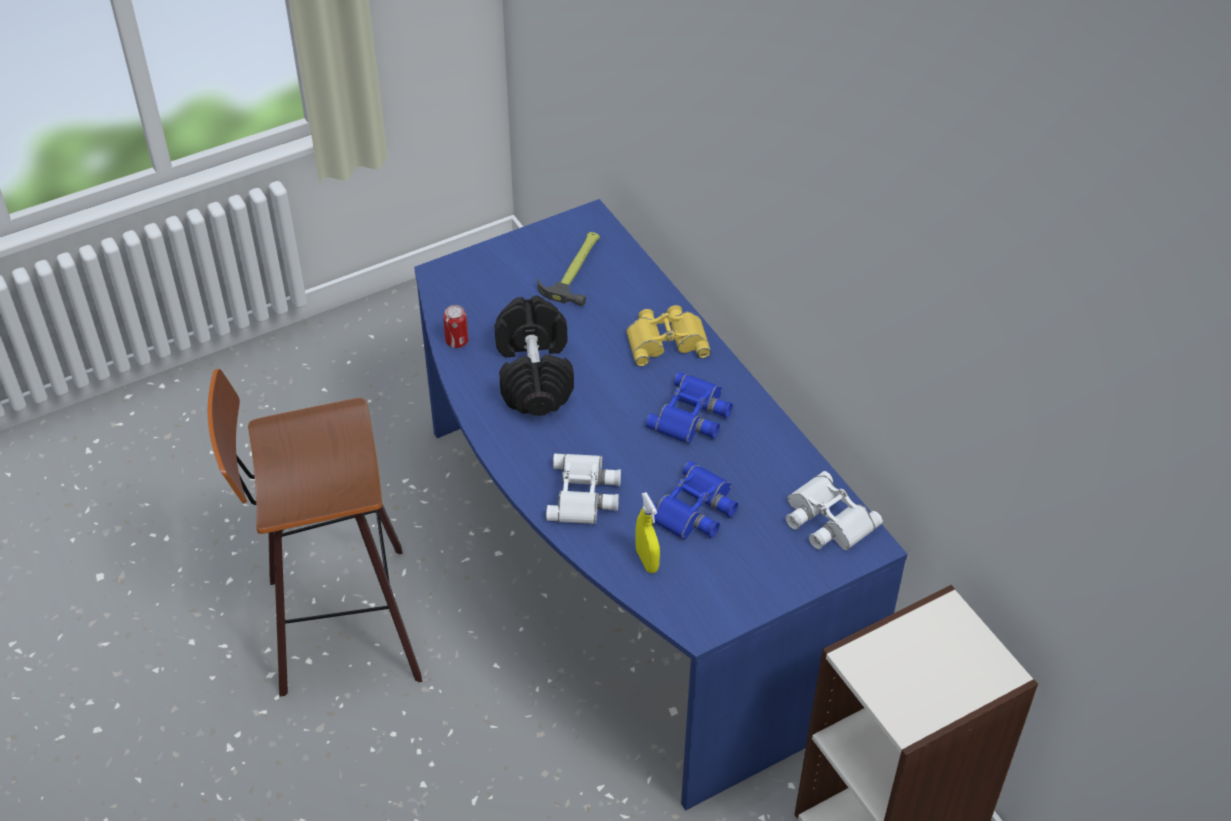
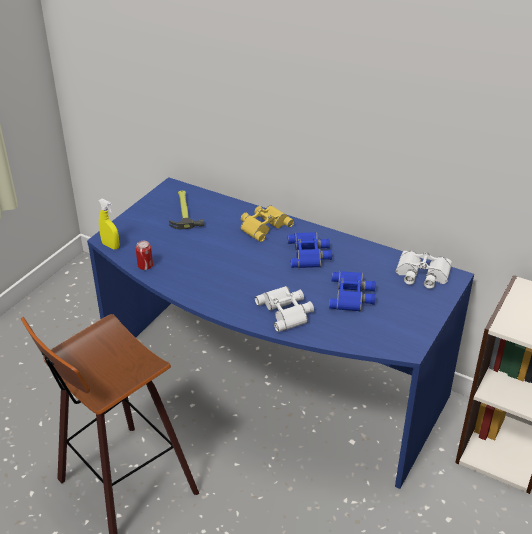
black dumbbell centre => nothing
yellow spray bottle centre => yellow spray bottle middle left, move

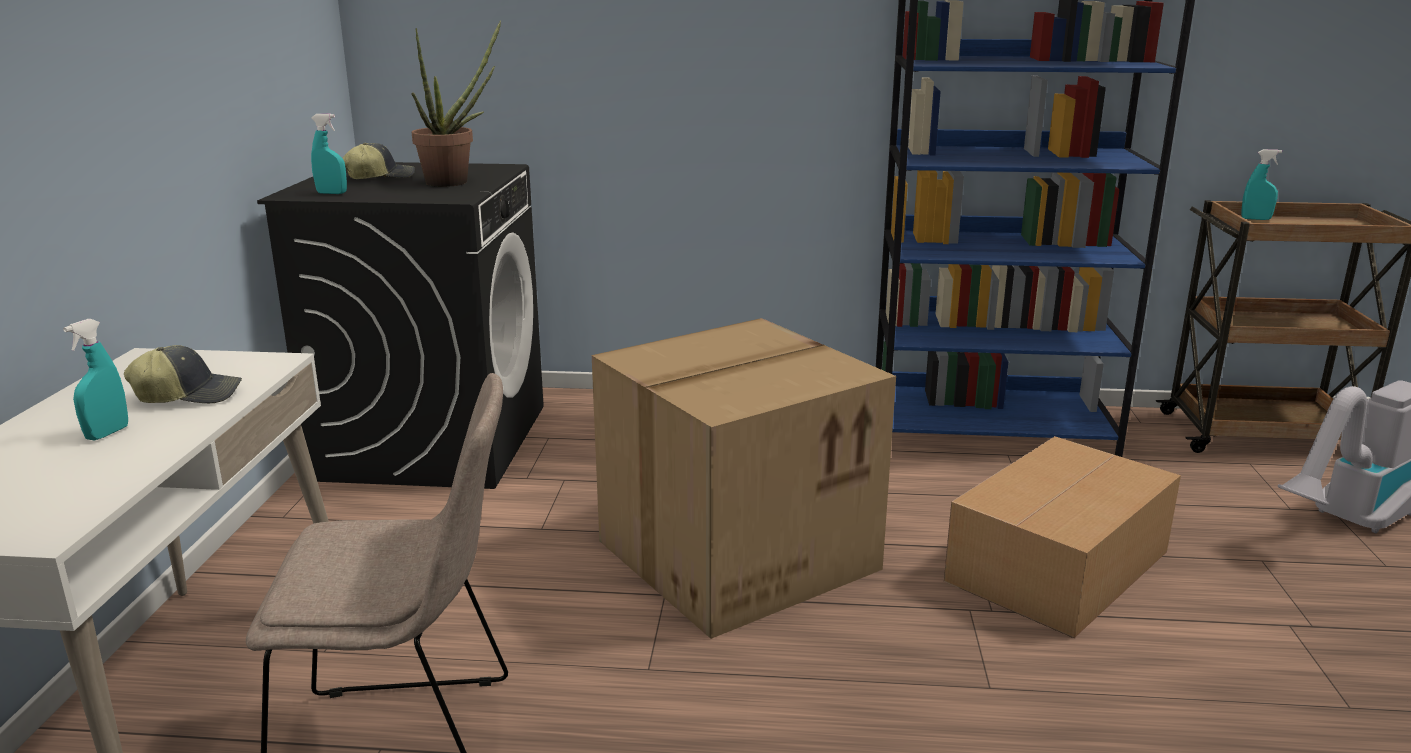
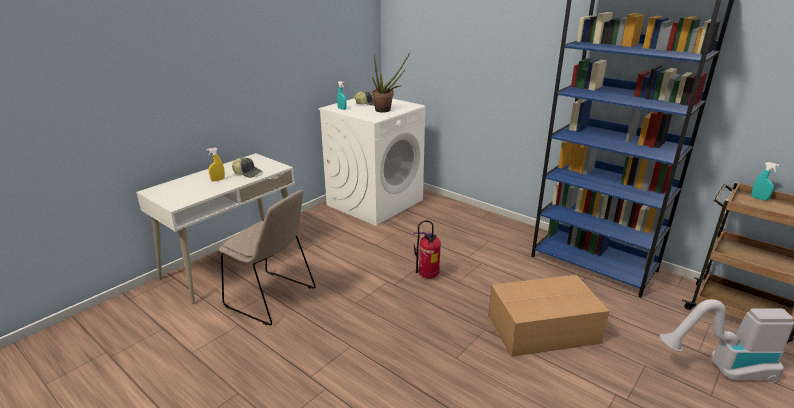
turquoise spray bottle (1st from left) middle left => yellow spray bottle middle left
black washing machine middle left => white washing machine centre
cardboard box (1st from left) centre => fire extinguisher centre

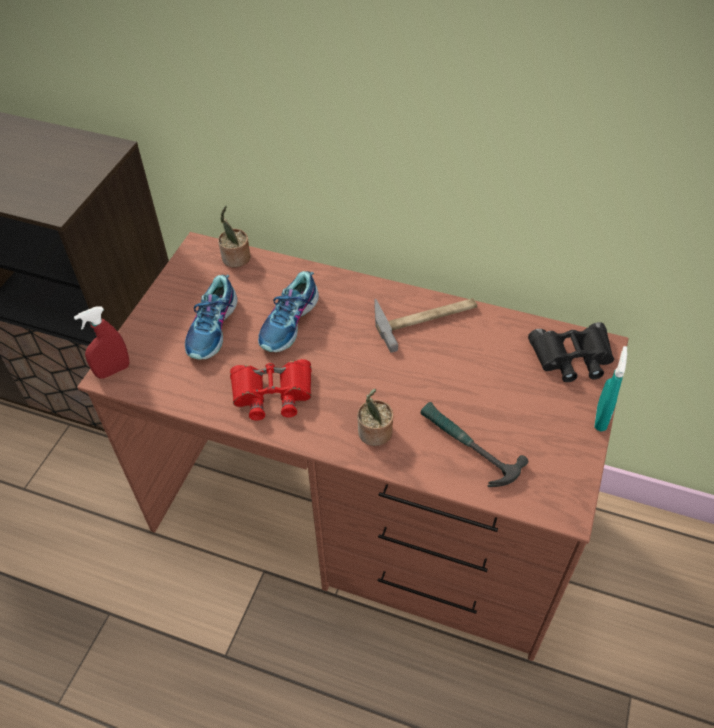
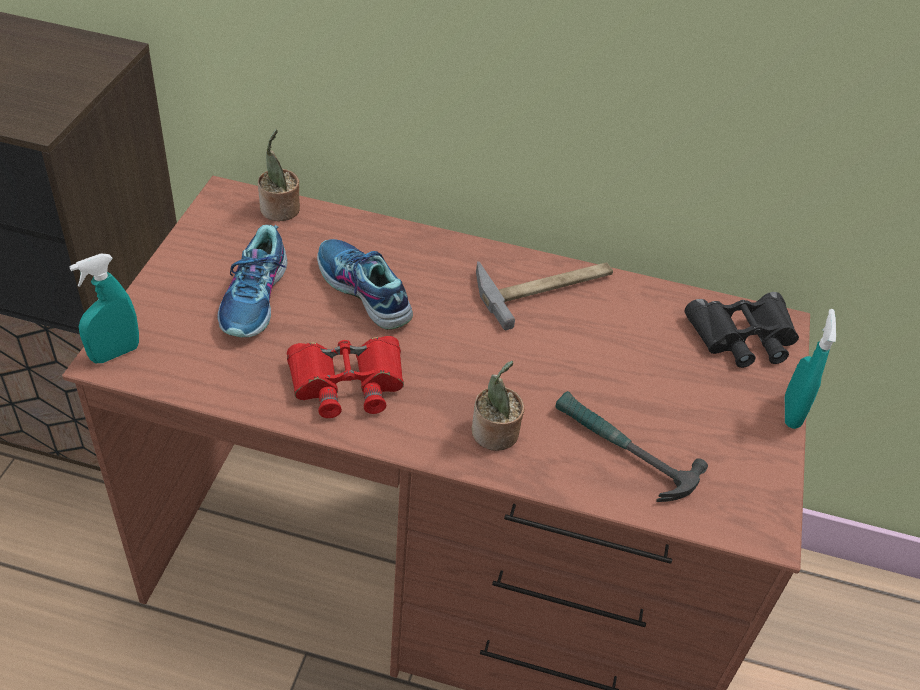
red spray bottle middle left => turquoise spray bottle (1st from left) middle left
shoe (2nd from left) centre, 120 degrees clockwise

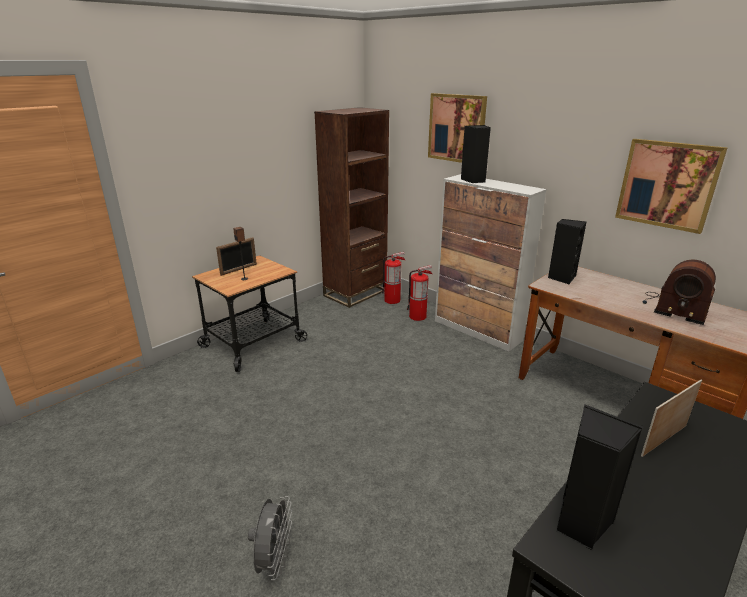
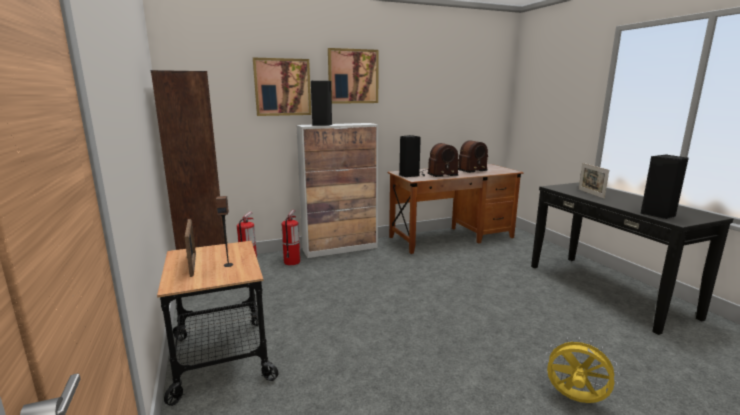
grey fan bottom centre => yellow fan bottom right
picture (2nd from left) top right => picture (2nd from left) top centre, move
nothing => radio (1st from left) centre

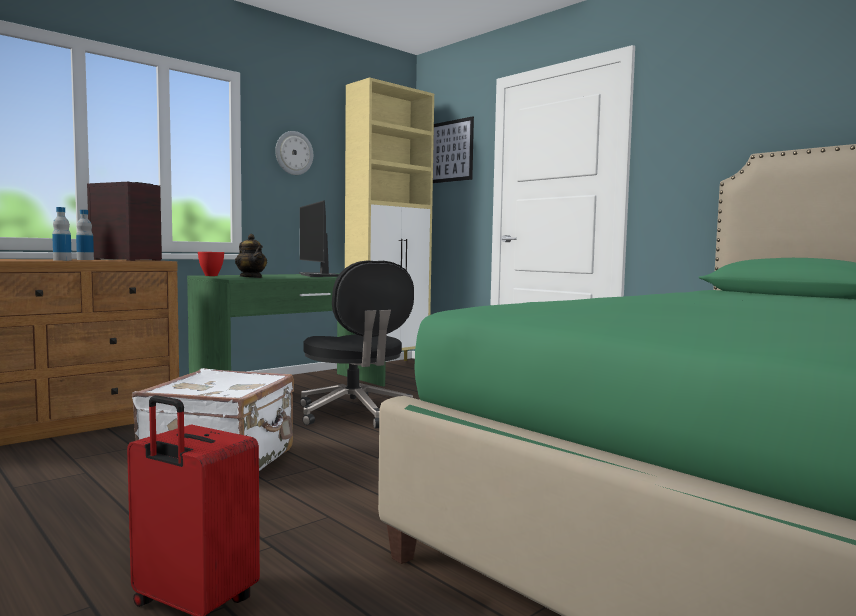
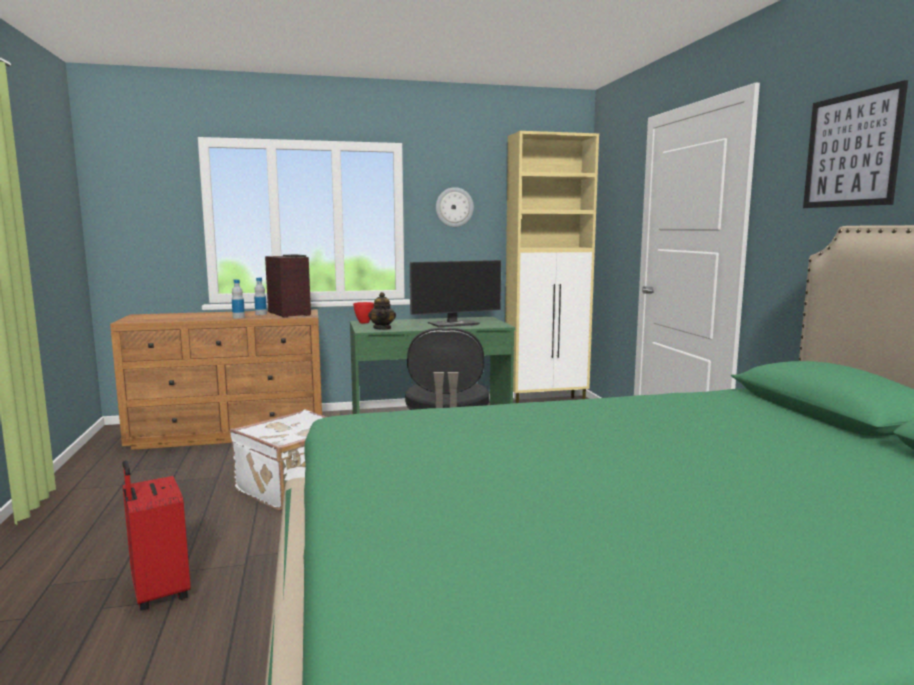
monitor centre, 120 degrees counterclockwise
picture top centre => picture top right, move

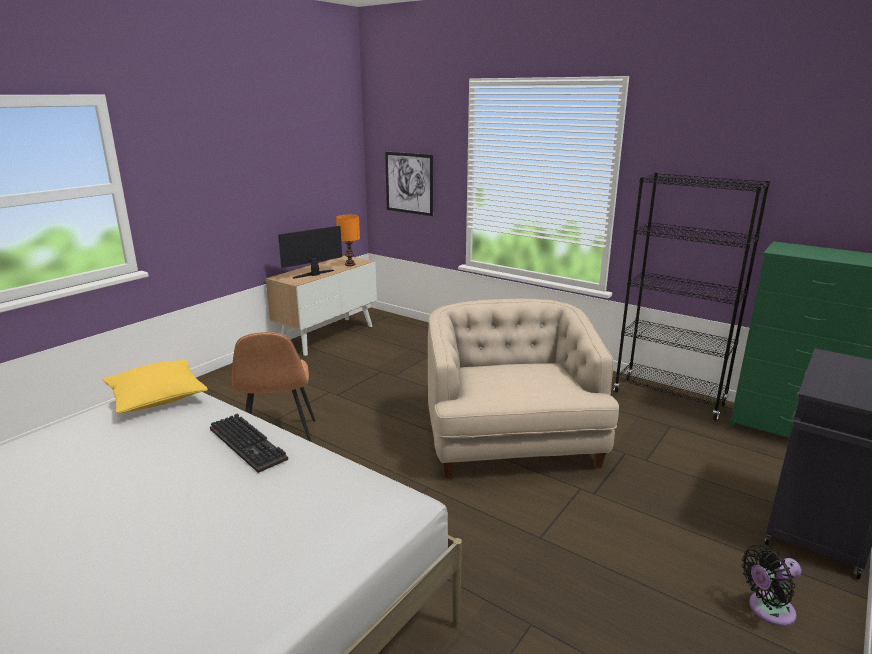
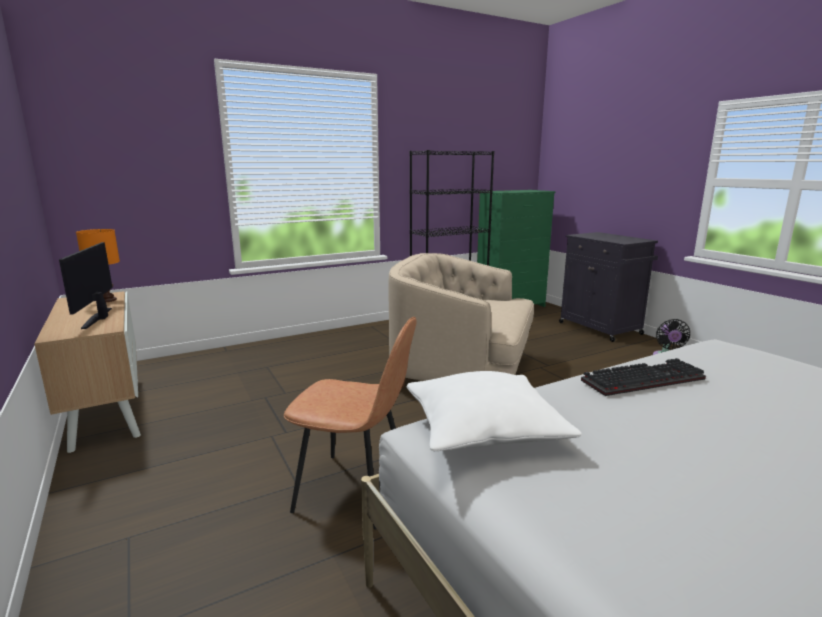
yellow pillow middle left => white pillow centre
picture top centre => nothing

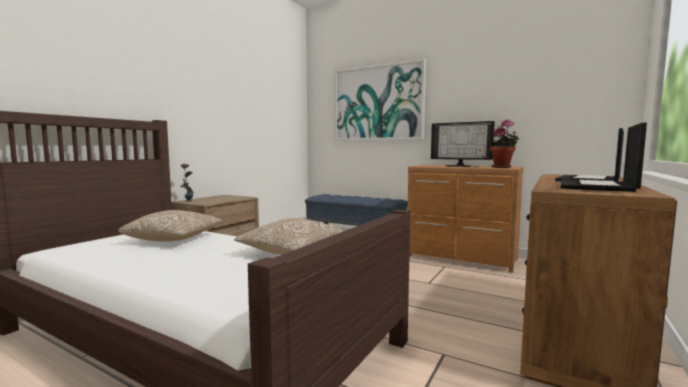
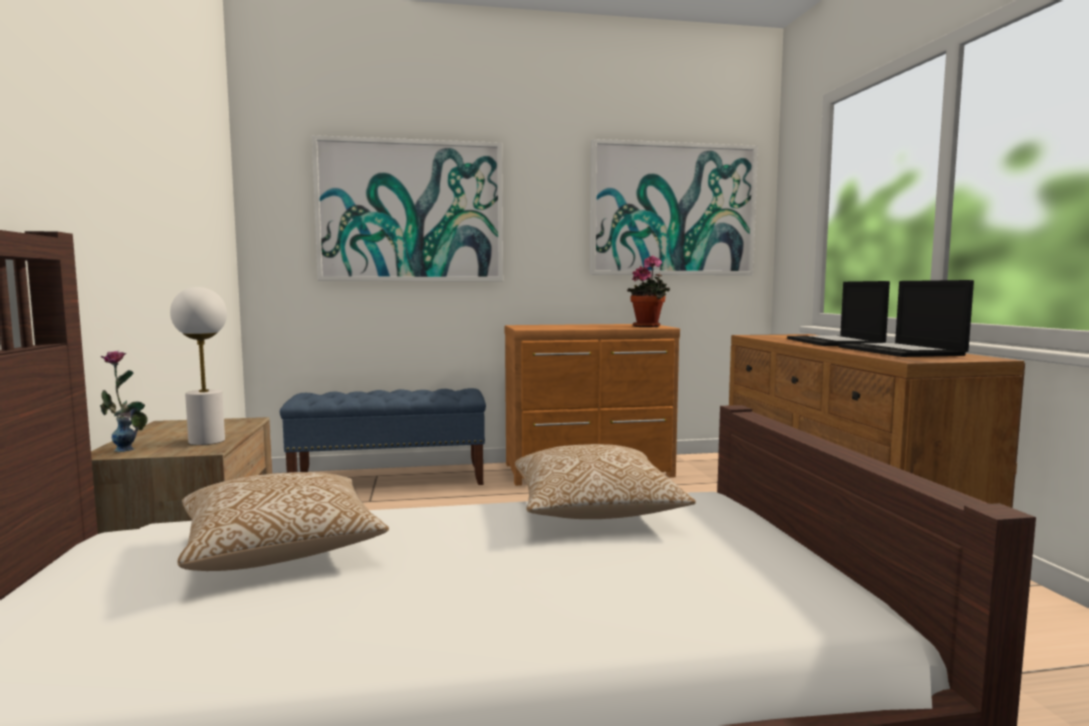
monitor middle right => nothing
nothing => white table lamp middle left
nothing => picture (2nd from left) top centre

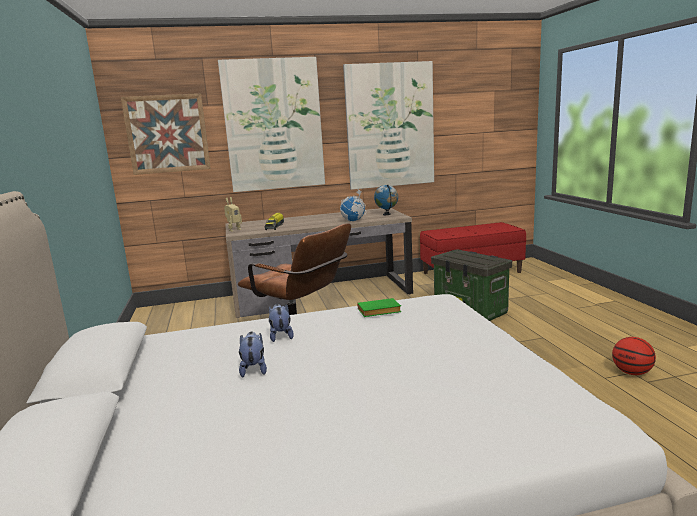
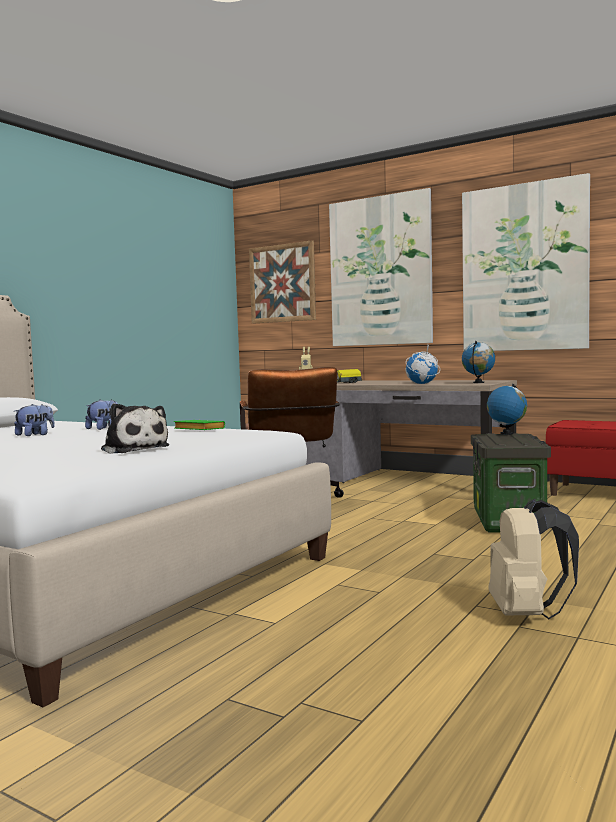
basketball bottom right => beige backpack bottom right
nothing => plush toy (3rd from left) middle left
nothing => globe (3rd from left) middle right

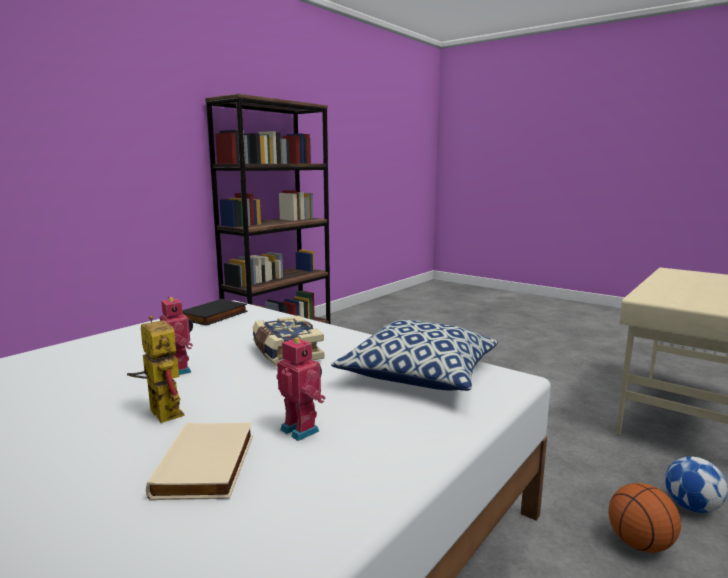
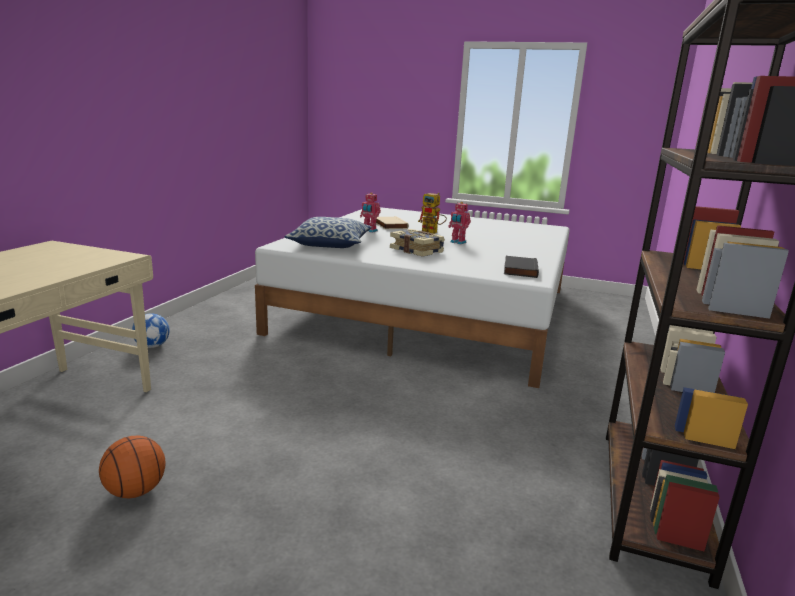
basketball bottom right => basketball bottom left, move

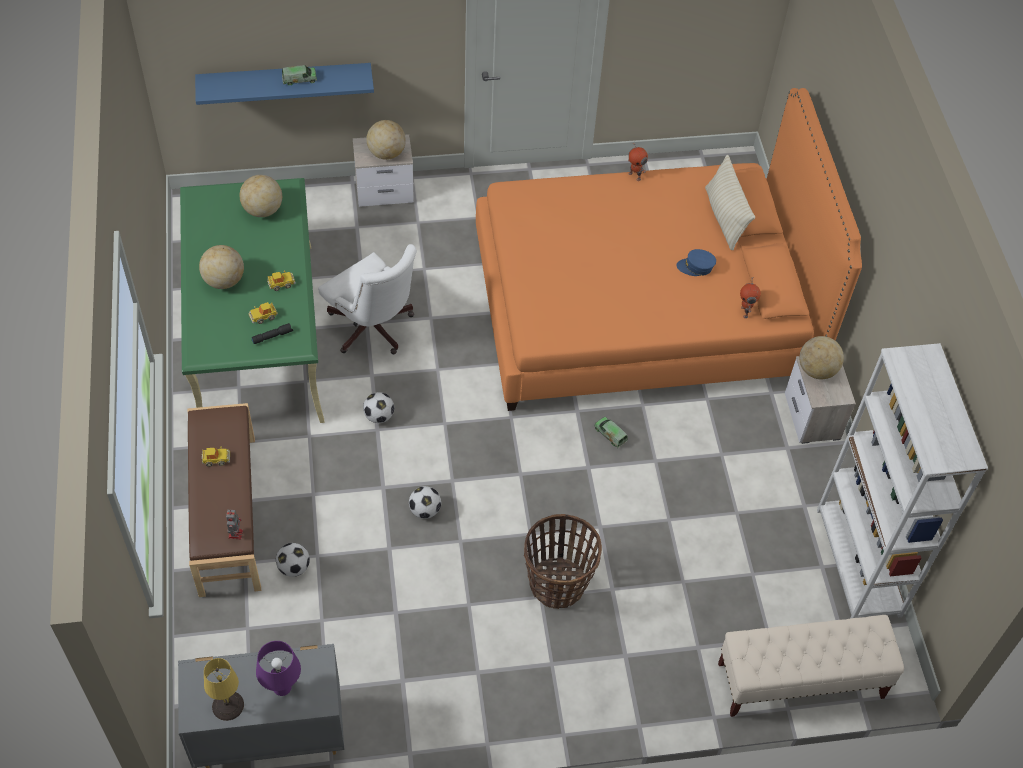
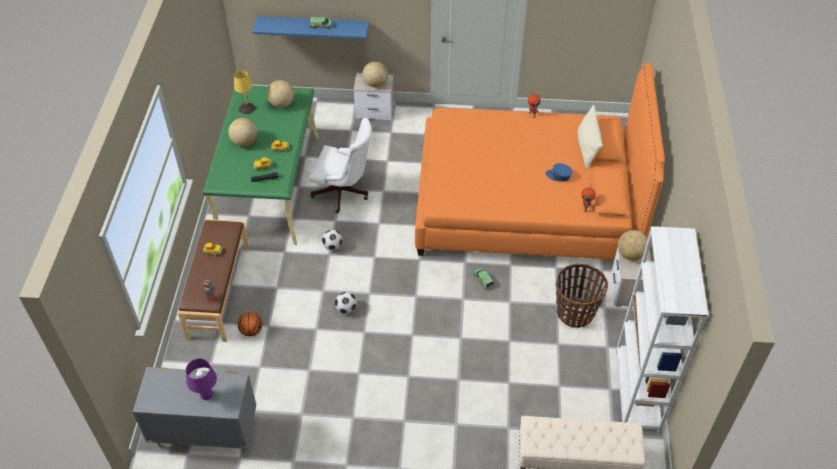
yellow table lamp bottom left => yellow table lamp top left, move
football (1st from left) bottom left => basketball bottom left
white office chair centre, 45 degrees counterclockwise
basket bottom centre => basket middle right, move

